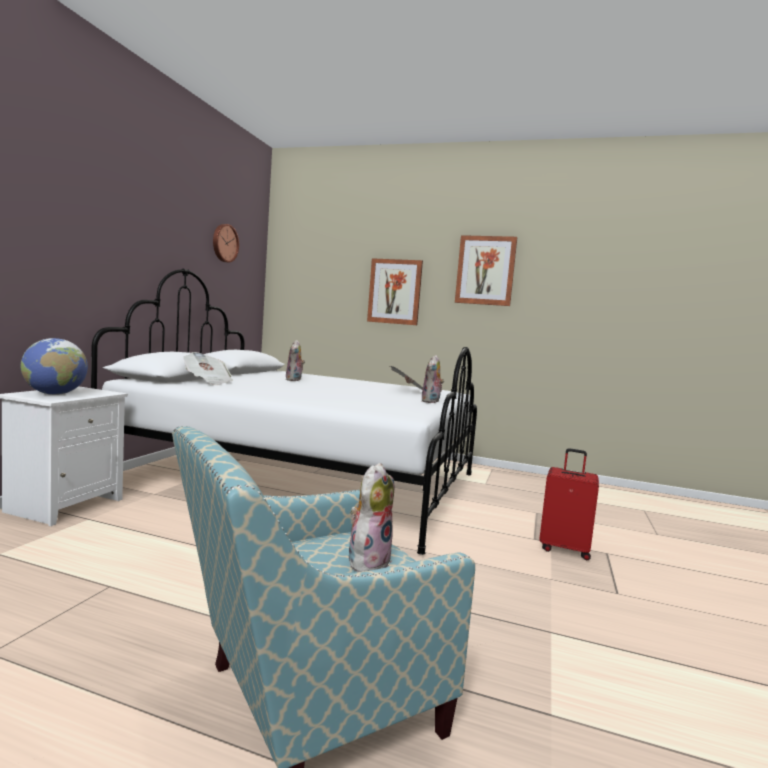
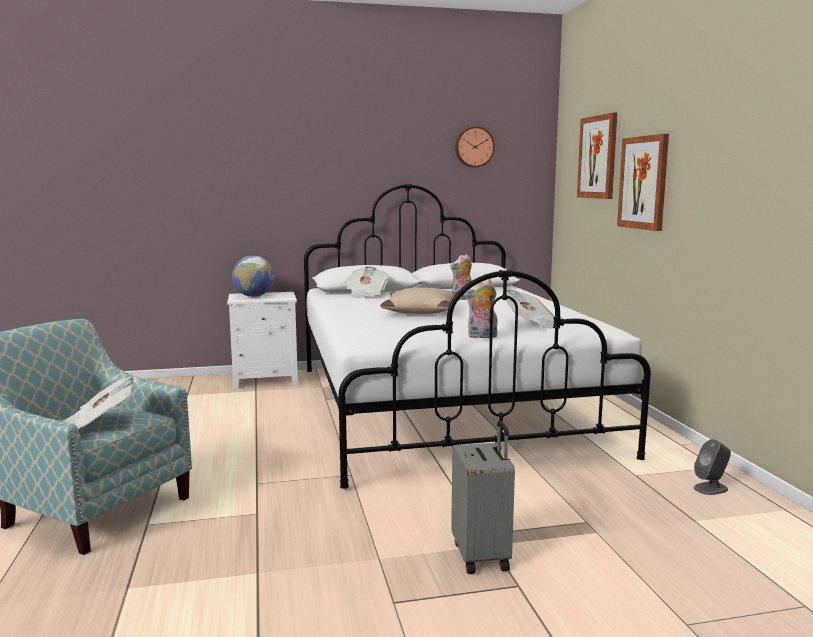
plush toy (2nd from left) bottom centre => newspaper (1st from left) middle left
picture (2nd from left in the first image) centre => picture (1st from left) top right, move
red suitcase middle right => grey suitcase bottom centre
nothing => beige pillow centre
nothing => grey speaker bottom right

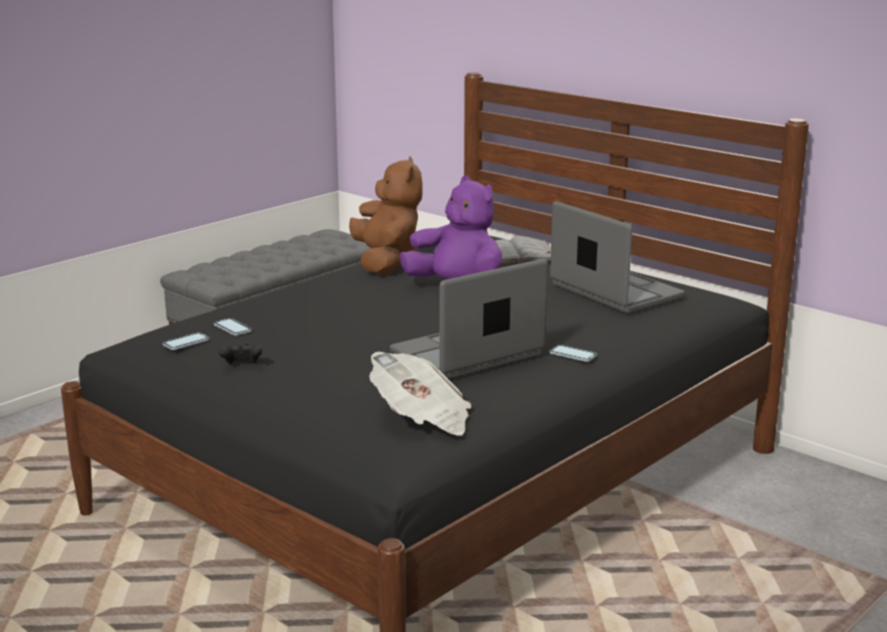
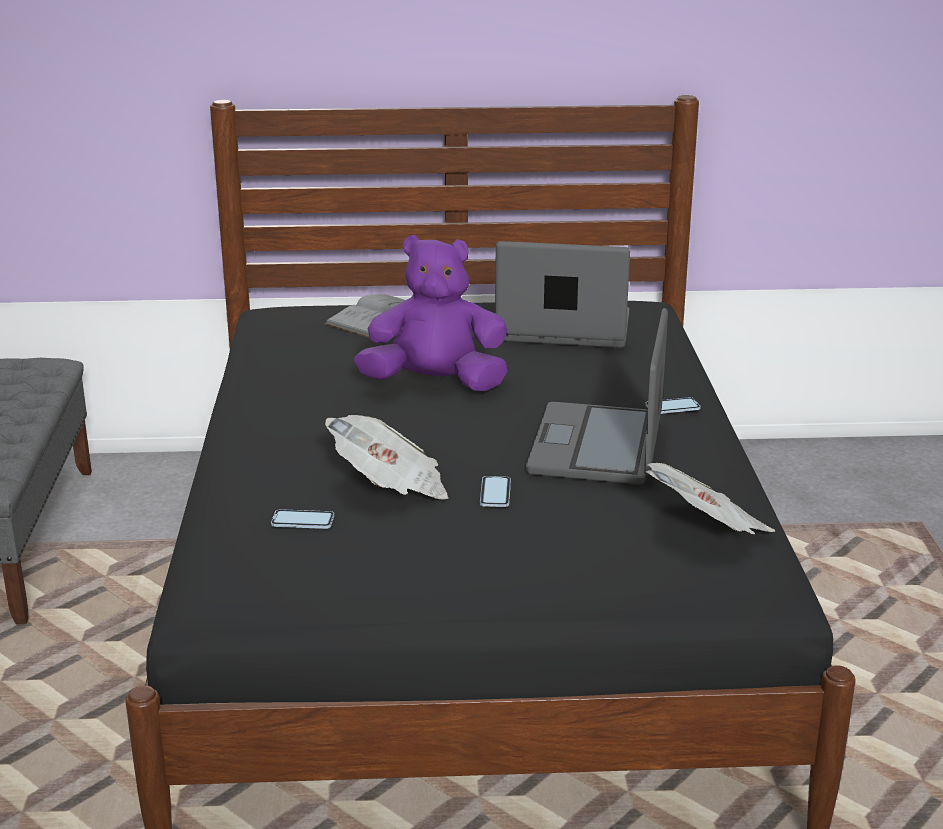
phone (1st from left in the first image) middle left => phone (2nd from left) centre, move
black game controller middle left => nothing
brown plush toy centre => nothing
nothing => newspaper (1st from left) centre

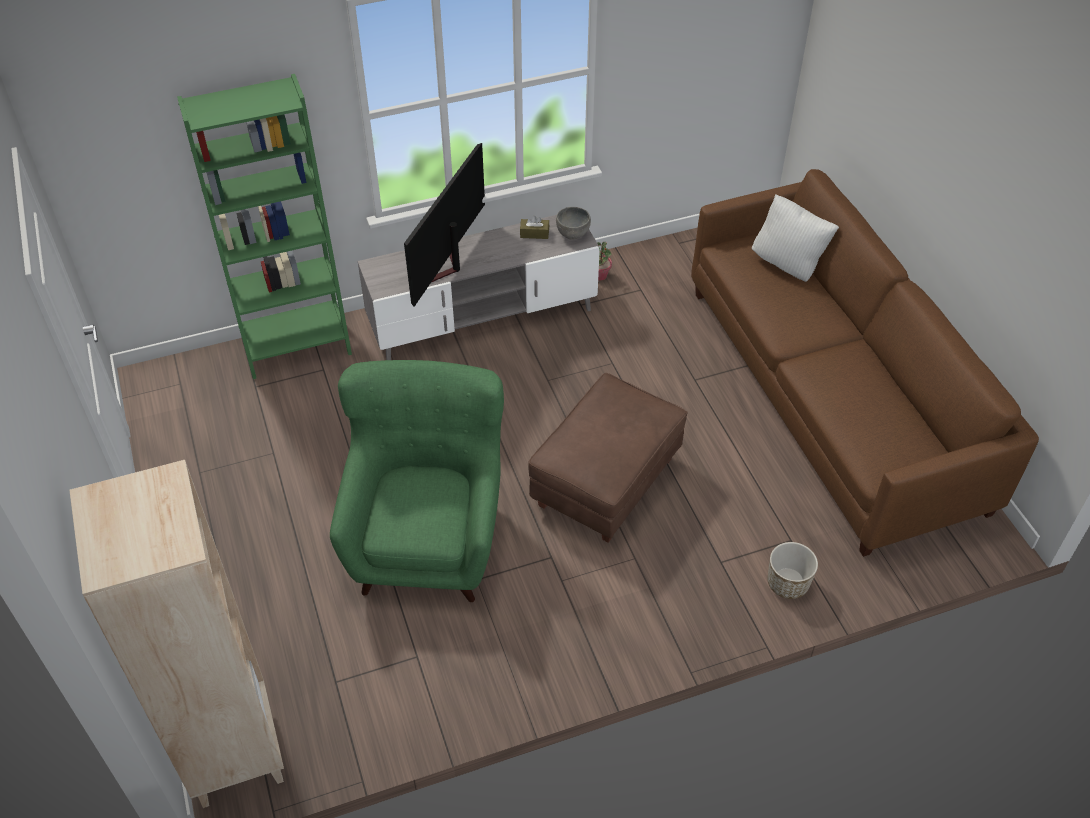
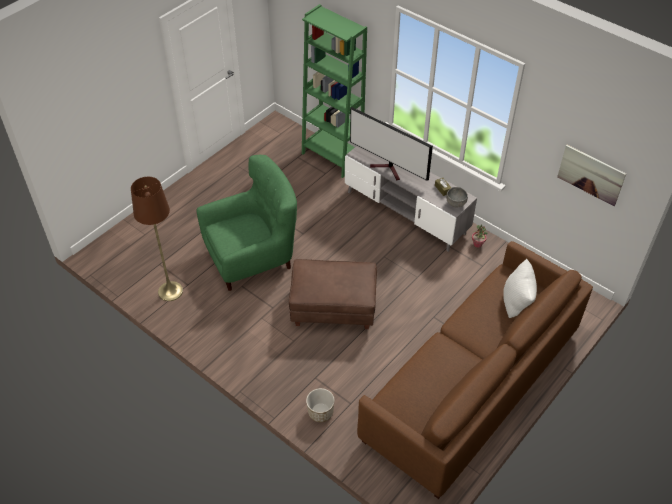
beige bookcase bottom left => nothing
television top centre, 135 degrees counterclockwise
nothing => brown floor lamp middle left
nothing => picture middle right

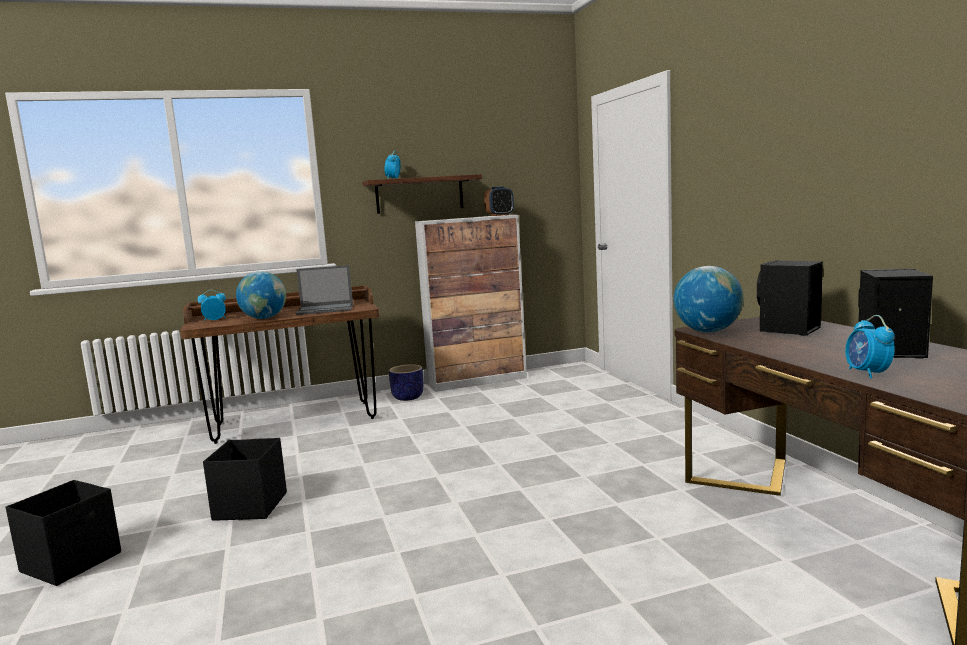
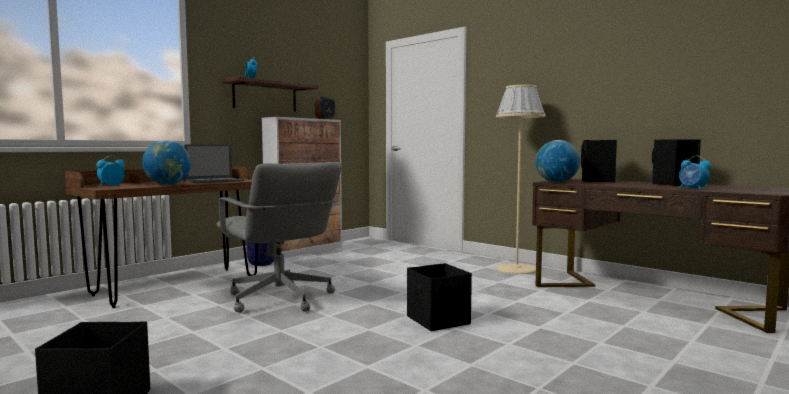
black storage box (2nd from left) bottom left => black storage box (2nd from left) bottom centre, move
nothing => grey office chair centre
nothing => beige floor lamp centre

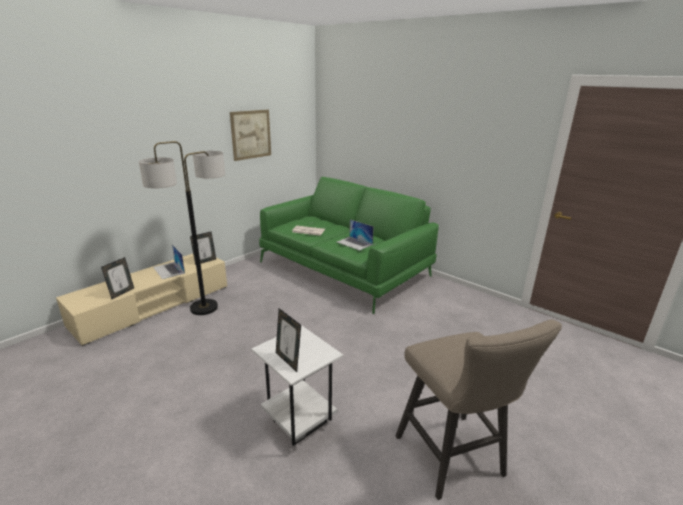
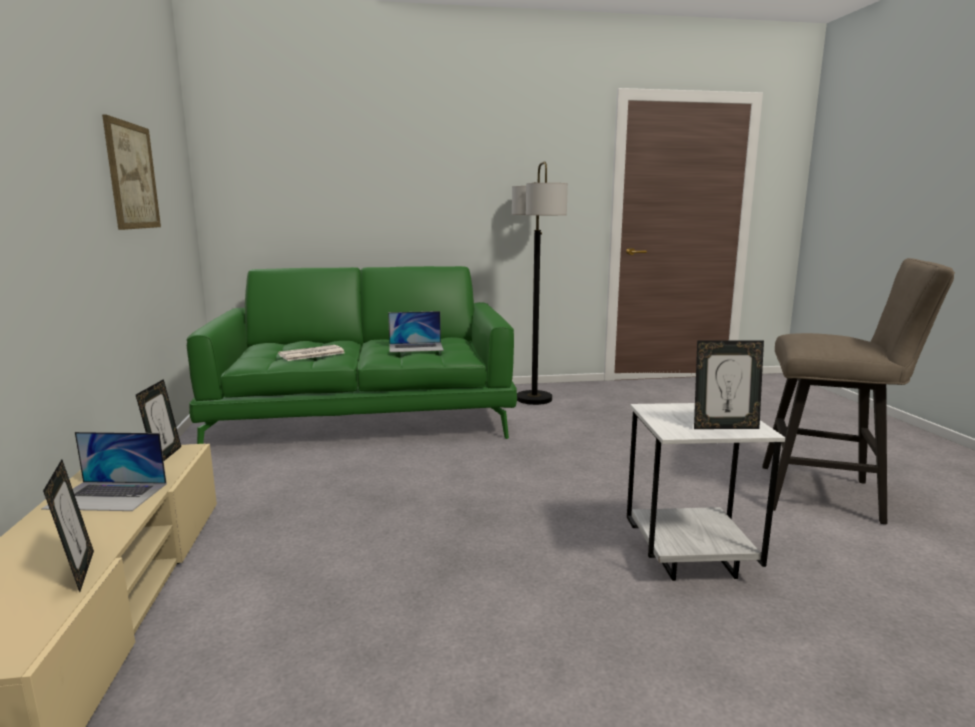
floor lamp middle left => floor lamp centre, move

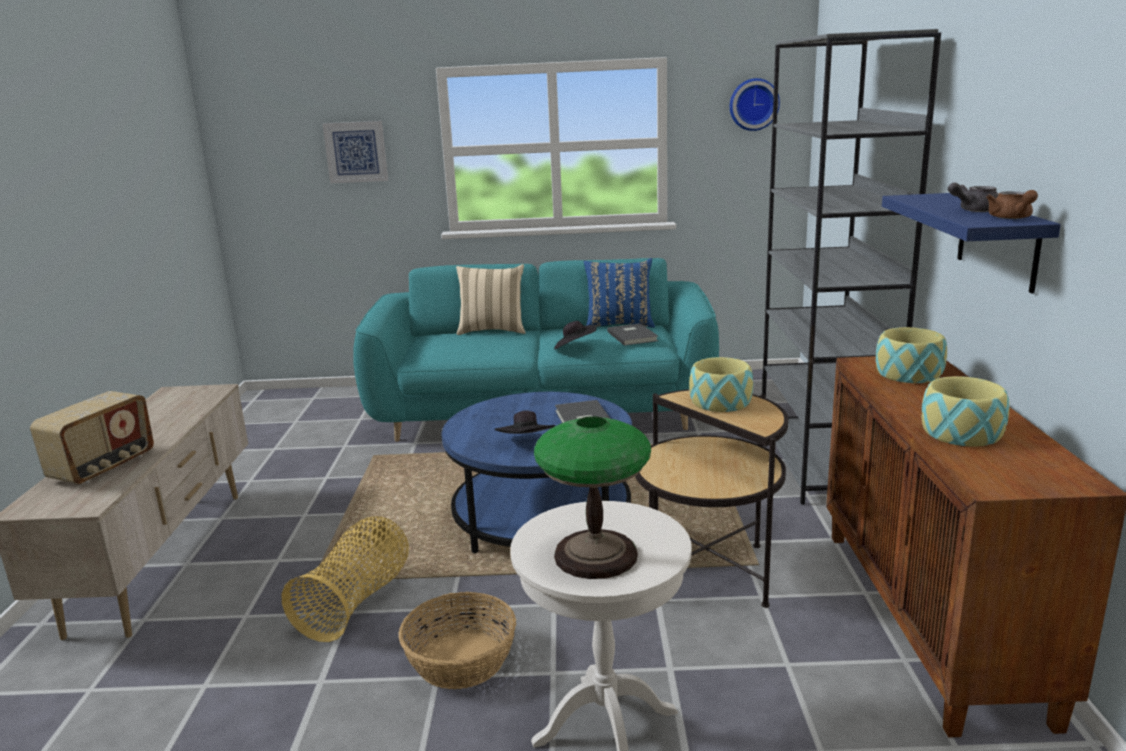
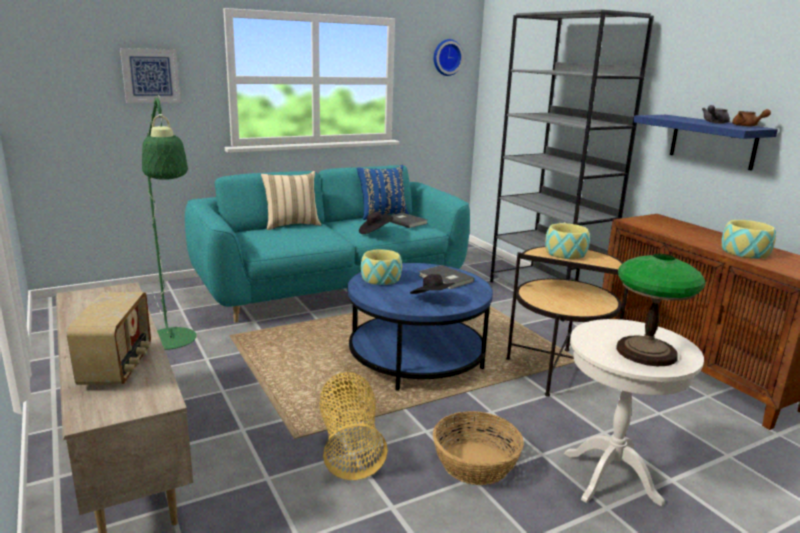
bowl (2nd from left in the first image) middle right => bowl (1st from left) centre, move
nothing => green floor lamp middle left

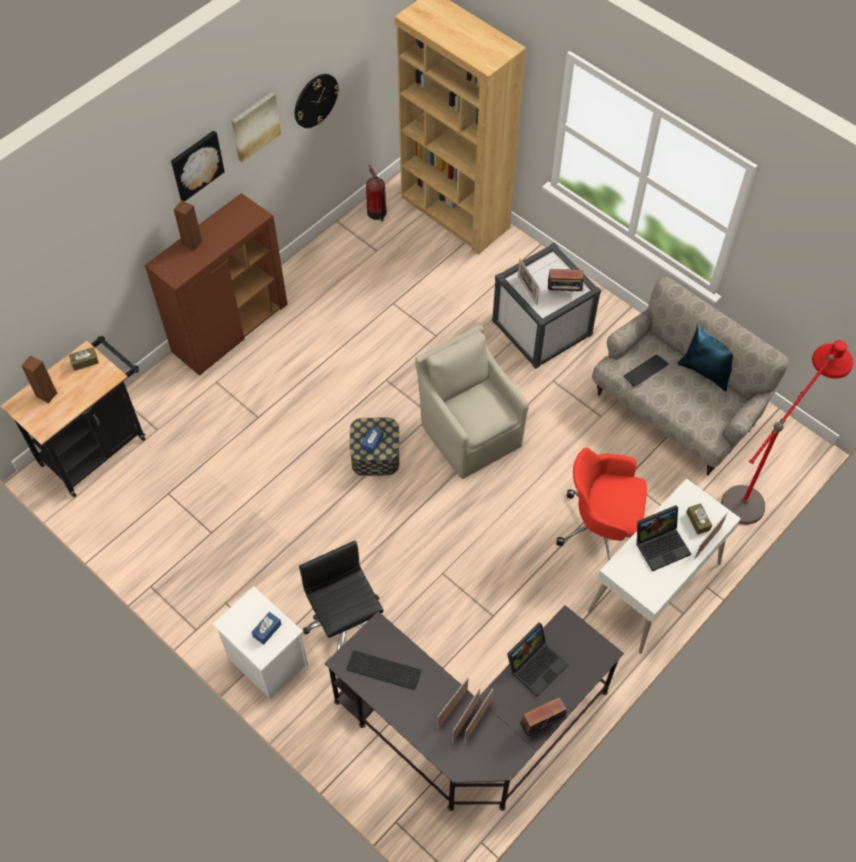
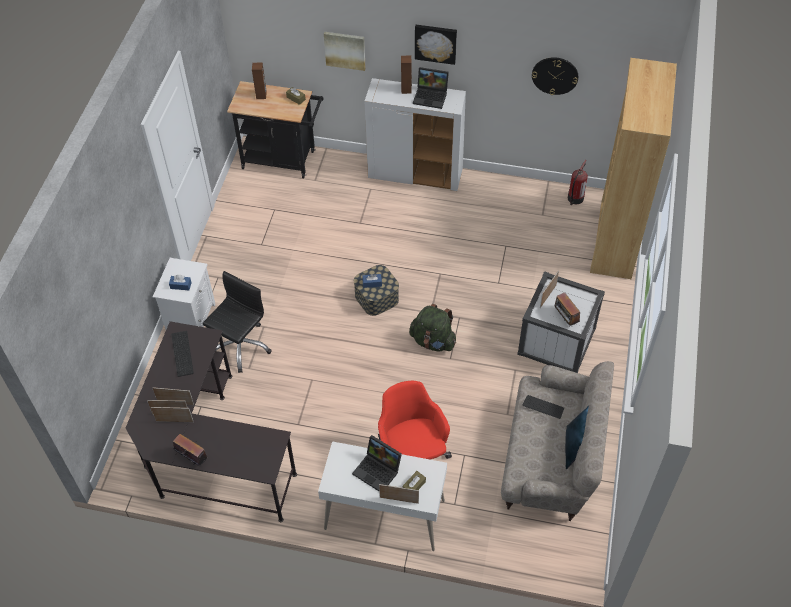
brown cabinet top left => white cabinet top centre
picture (2nd from left in the first image) top left => picture (1st from left) top centre, move
beige armchair centre => green backpack centre
laptop (1st from left in the first image) bottom centre => laptop (2nd from left) top centre, move
red floor lamp middle right => nothing

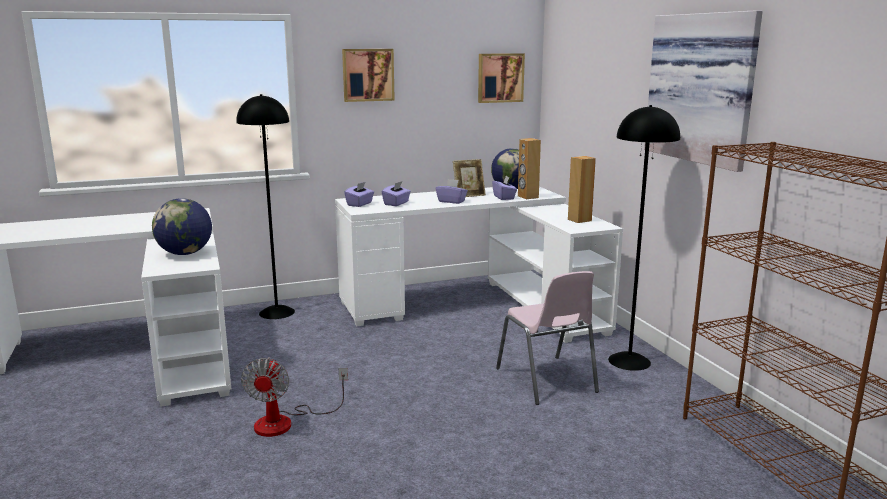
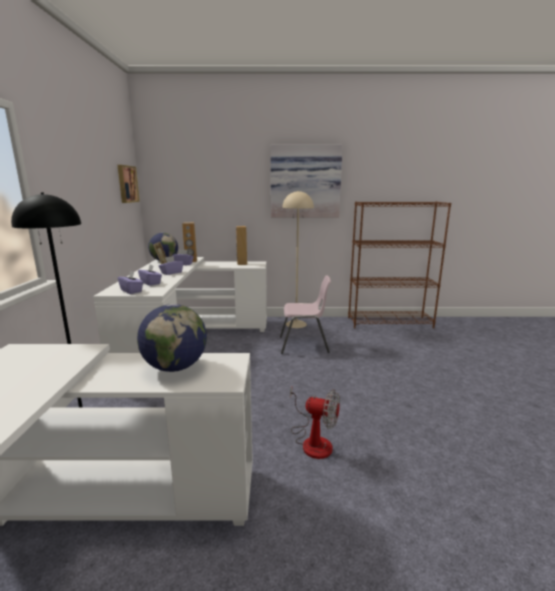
picture (1st from left) top centre => nothing
black floor lamp (2nd from left) middle right => beige floor lamp centre

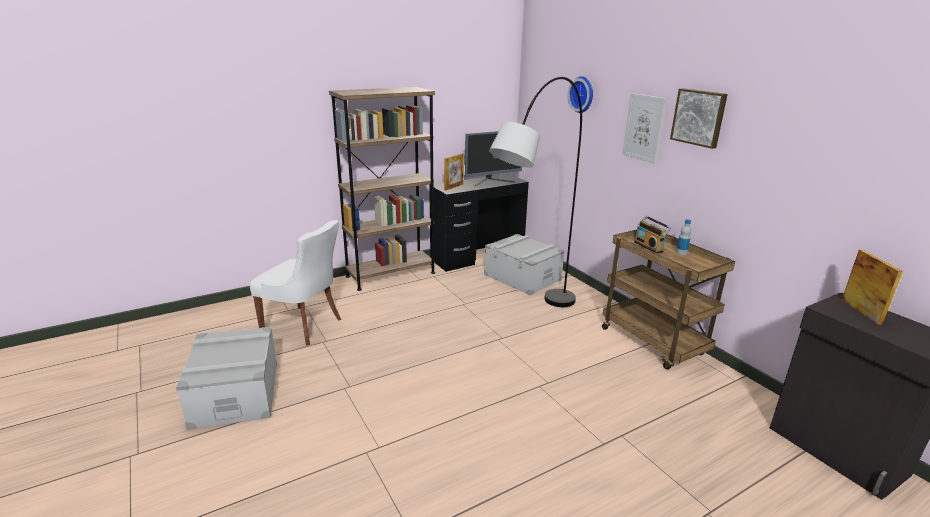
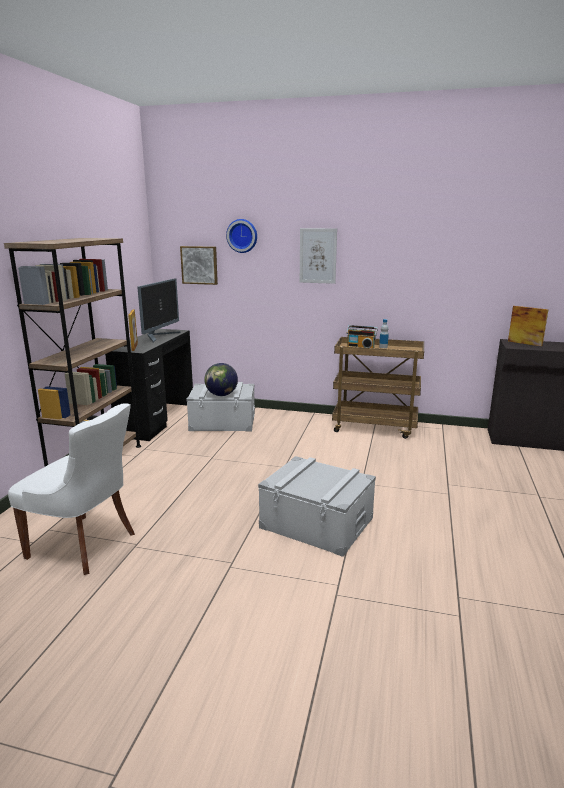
grey storage box (1st from left in the first image) bottom left => grey storage box (2nd from left) centre, move
white chair middle left, 45 degrees clockwise
grey floor lamp centre => nothing
picture (2nd from left in the first image) top right => picture (1st from left) centre, move
nothing => globe centre

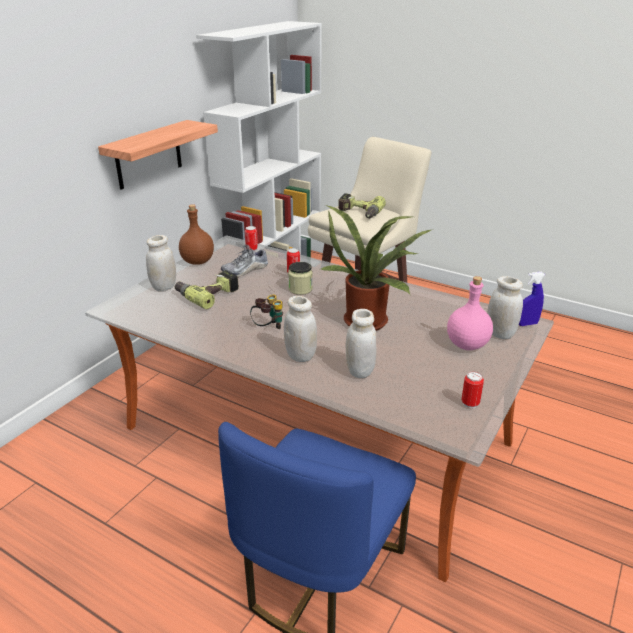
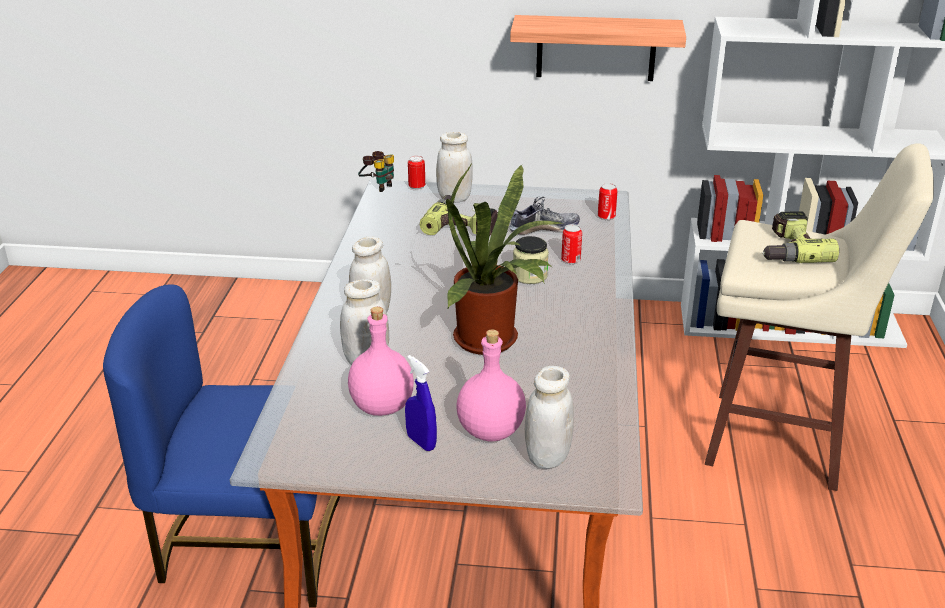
brown bottle middle left => nothing
shoe centre, 135 degrees clockwise
binoculars centre => binoculars top centre, move
can (3rd from left in the first image) middle right => can (1st from left) top centre, move
blue spray bottle middle right => blue spray bottle centre, move
nothing => pink bottle (1st from left) centre

